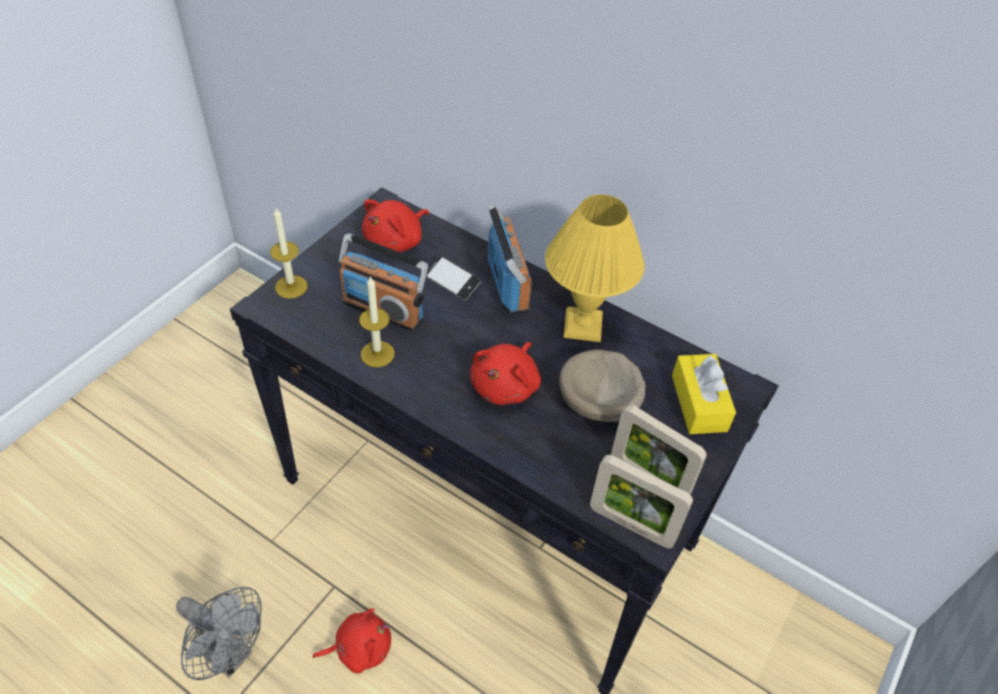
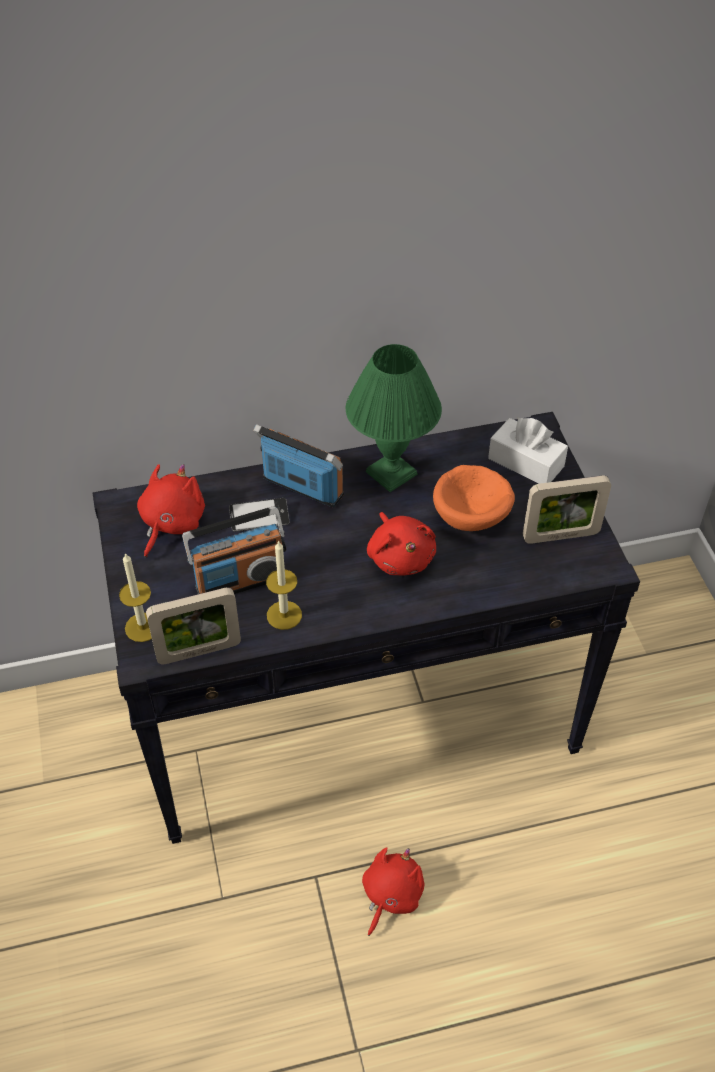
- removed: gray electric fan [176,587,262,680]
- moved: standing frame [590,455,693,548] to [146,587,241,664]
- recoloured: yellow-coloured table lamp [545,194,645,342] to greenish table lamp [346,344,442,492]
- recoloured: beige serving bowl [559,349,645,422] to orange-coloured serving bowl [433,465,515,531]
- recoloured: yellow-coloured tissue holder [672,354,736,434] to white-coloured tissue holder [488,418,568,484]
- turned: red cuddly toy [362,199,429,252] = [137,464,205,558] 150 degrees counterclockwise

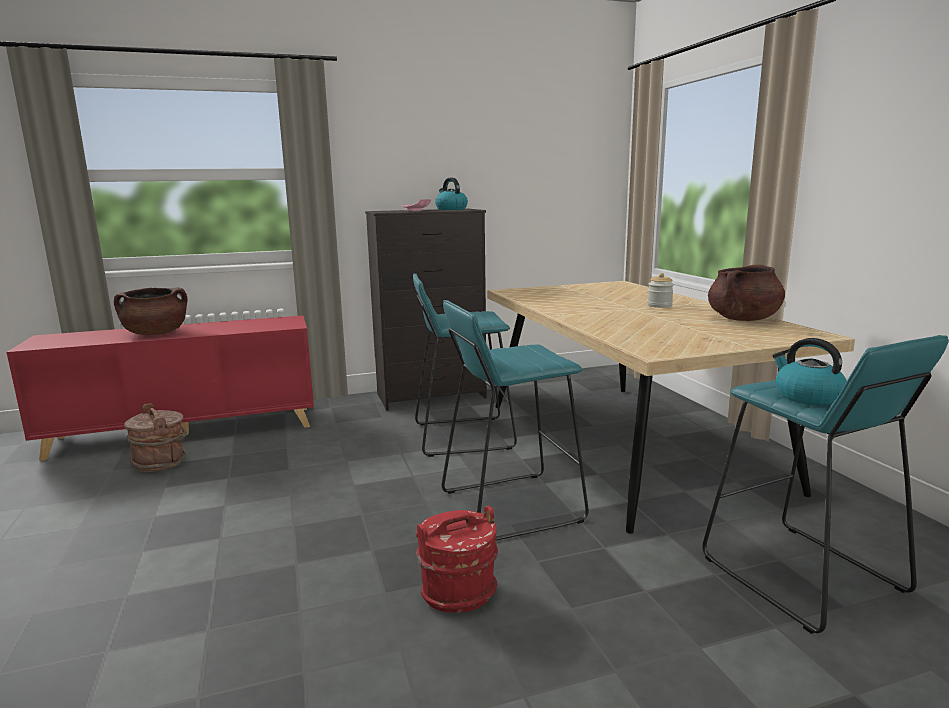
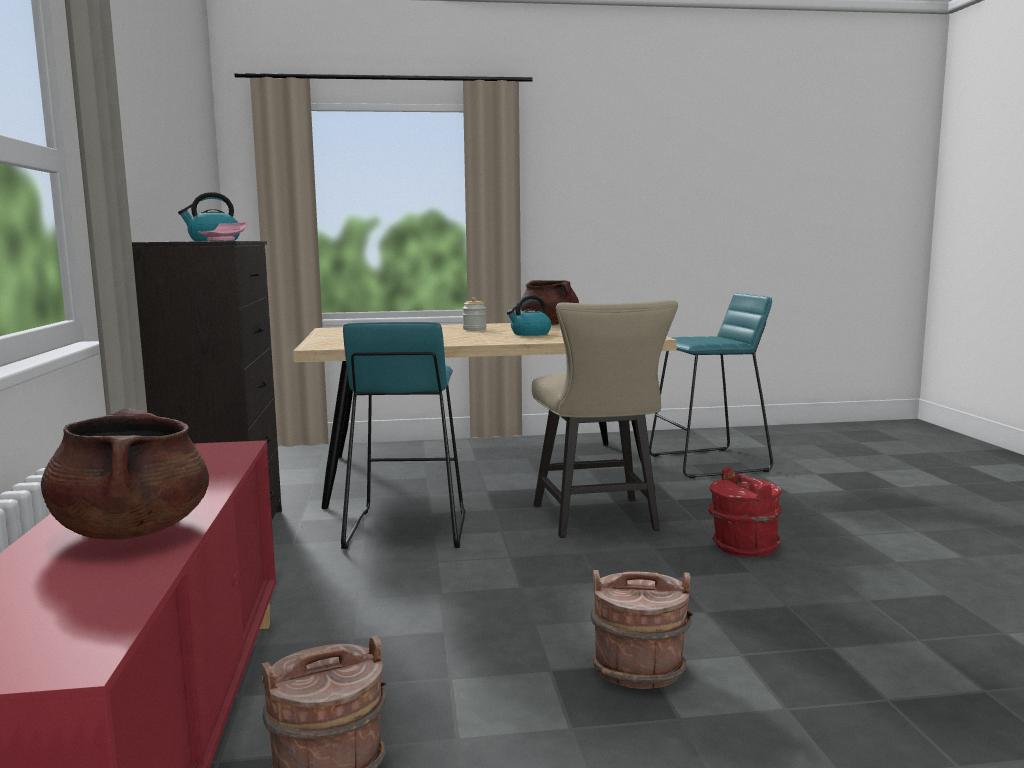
- added: brown-coloured bucket [590,570,693,689]
- moved: kettle [772,338,847,405] to [507,295,551,336]
- replaced: blue-green sitting stool [442,300,589,541] to beige chair [532,300,678,538]

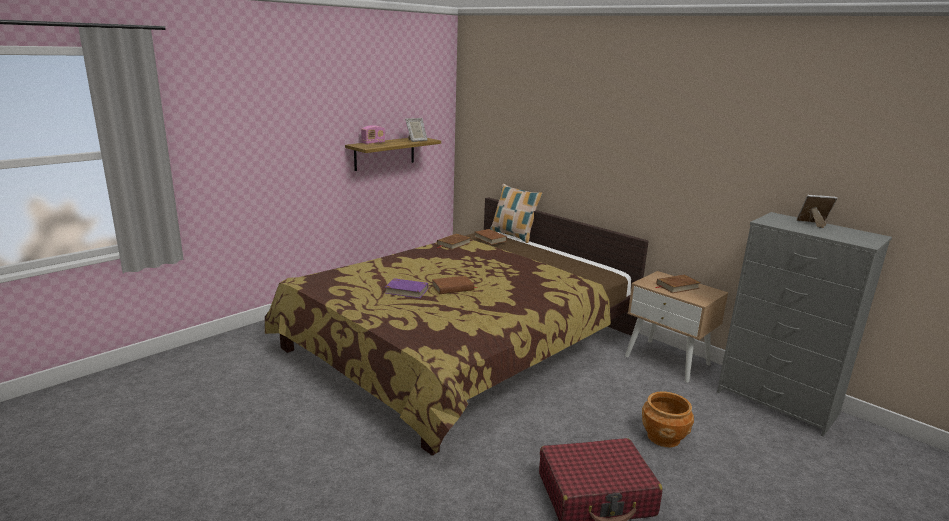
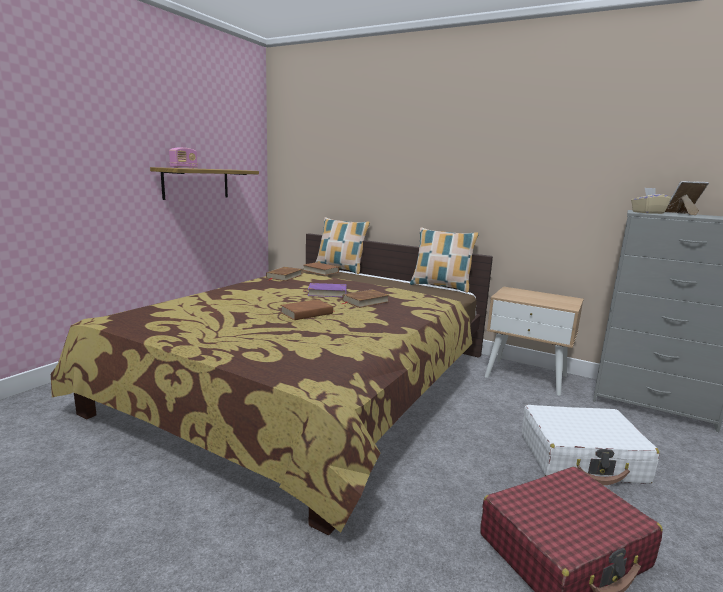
- removed: standing frame [405,118,428,142]
- added: pillow [410,227,479,293]
- added: beige tissue holder [631,188,671,214]
- moved: purplish book [385,278,428,298] to [308,283,347,297]
- moved: brown-coloured book [655,275,701,293] to [342,289,389,308]
- replaced: brown-coloured flower pot [642,391,694,447] to white-coloured travel case [522,405,659,485]

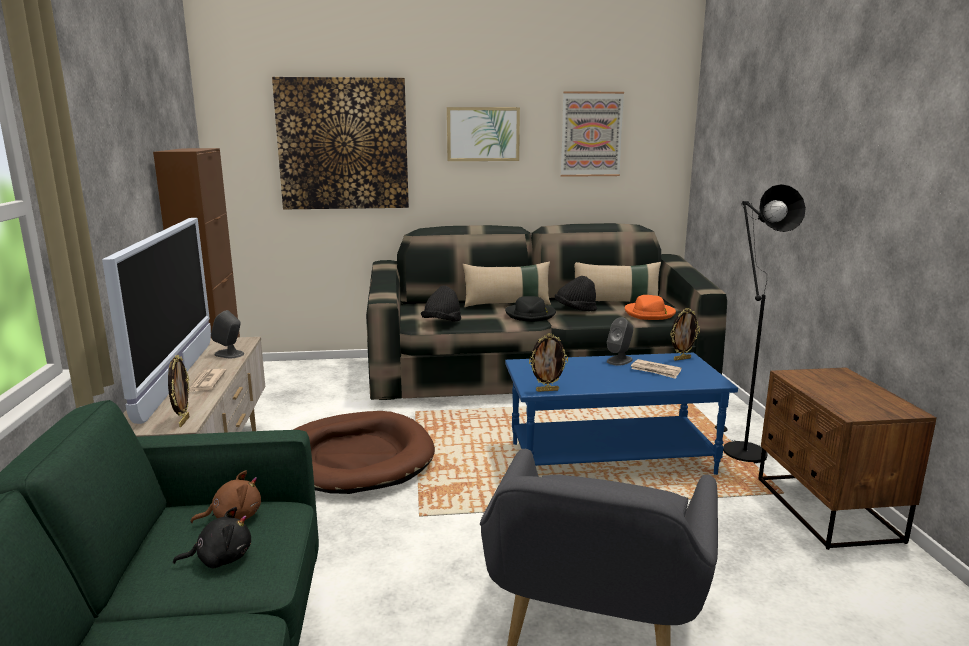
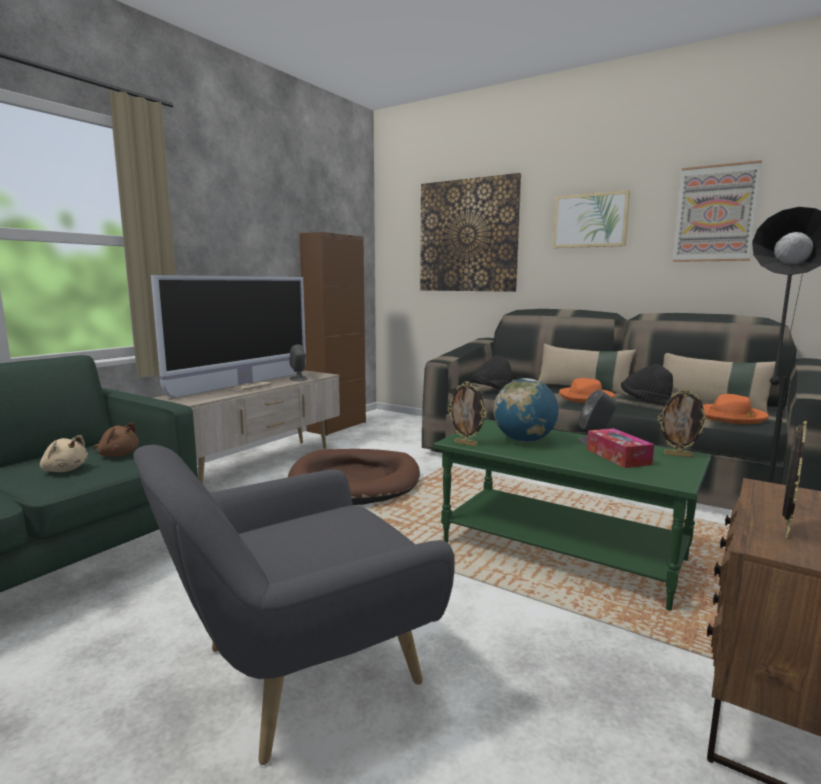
- added: world globe [494,378,559,442]
- moved: standing frame [168,355,189,427] to [782,421,807,539]
- replaced: printed paper [631,359,682,379] to tissue holder [587,428,654,468]
- recoloured: black-coloured cuddly toy [173,507,251,568] to beige cuddly toy [40,435,88,472]
- recoloured: black-coloured wearable hat [505,296,556,322] to orange-coloured wearable hat [559,378,615,403]
- recoloured: bluish lounge table [505,353,738,475] to greenish lounge table [433,419,711,611]

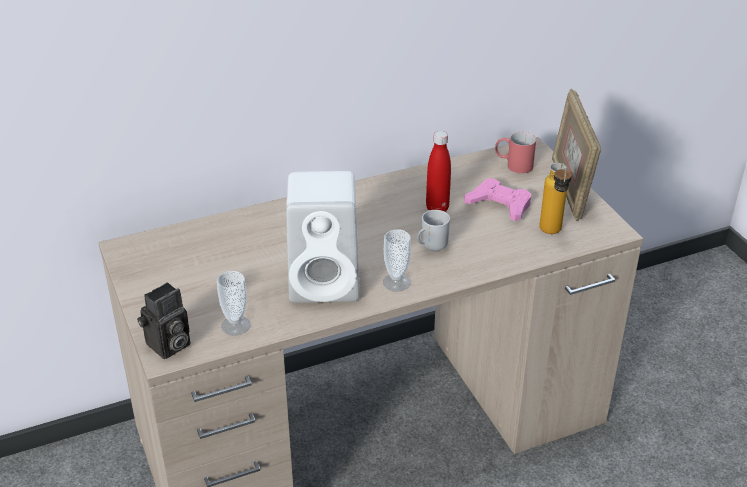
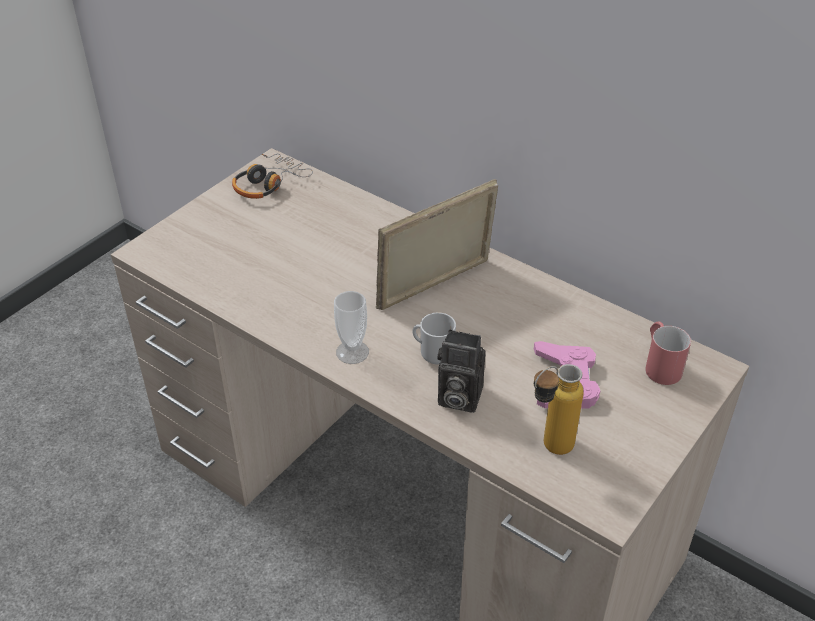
- removed: small cup [217,271,250,336]
- removed: white-coloured audio speaker [286,171,360,303]
- removed: red drink bottle [426,131,451,212]
- added: headphones [232,153,313,199]
- moved: photo camera [137,282,190,359] to [438,329,486,413]
- moved: standing frame [552,89,601,221] to [376,179,498,310]

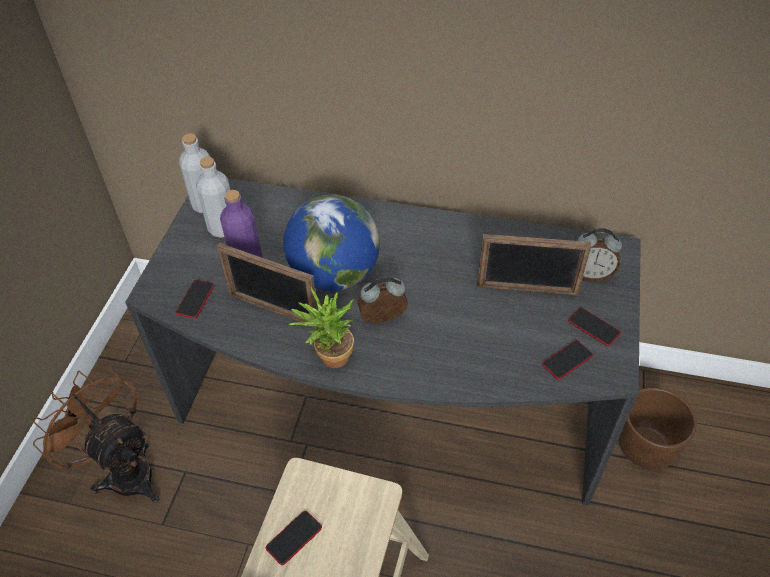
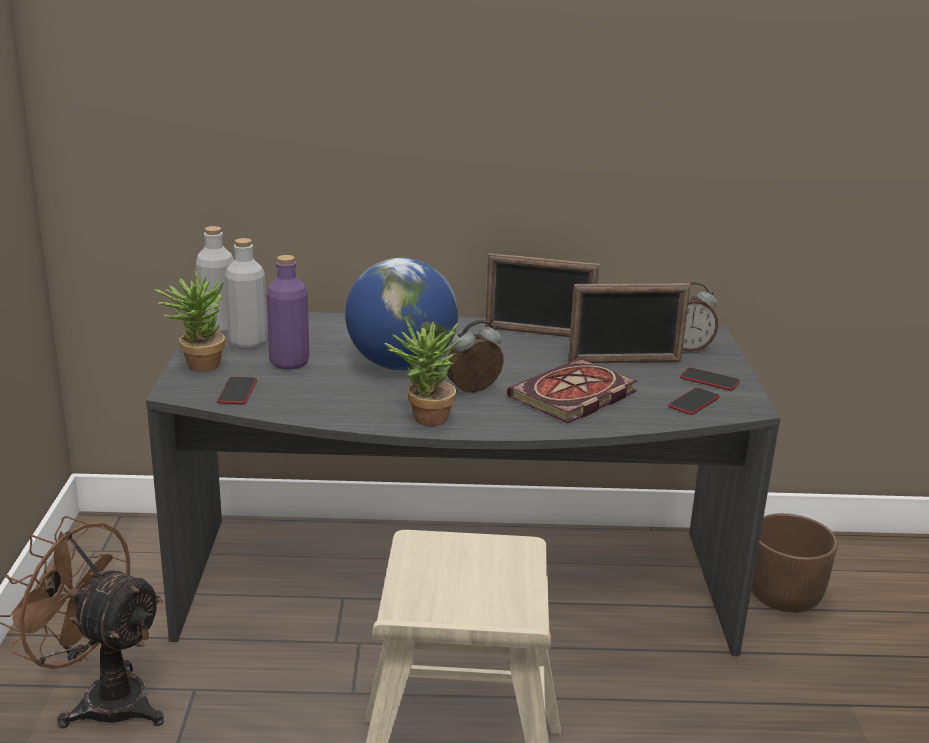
- removed: handset [266,511,322,565]
- added: plant in a pot [154,268,225,372]
- added: book [507,358,638,423]
- moved: standing frame [217,243,318,327] to [485,253,600,337]

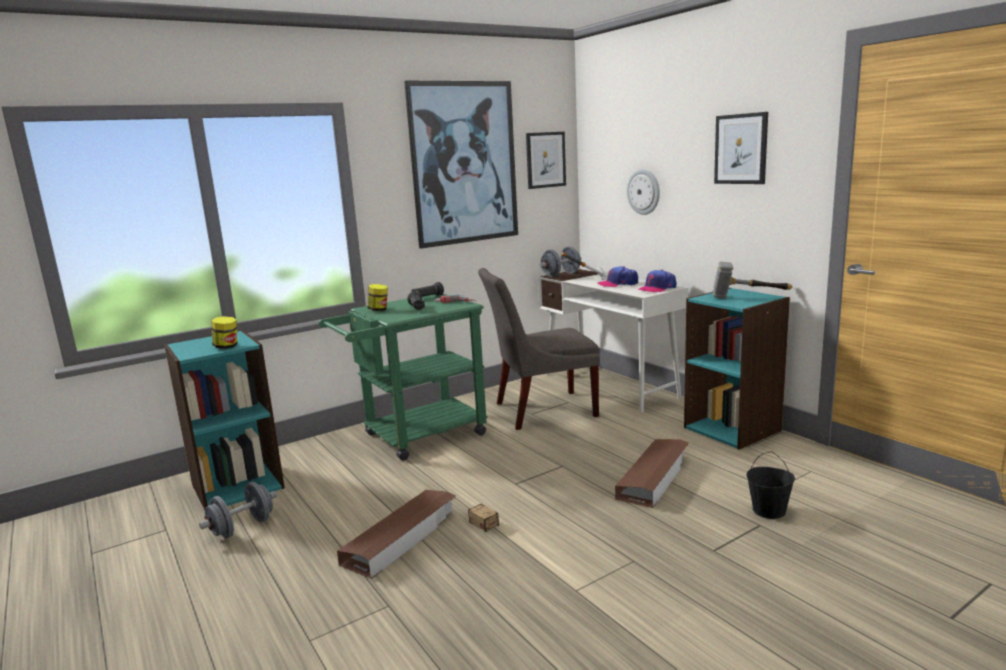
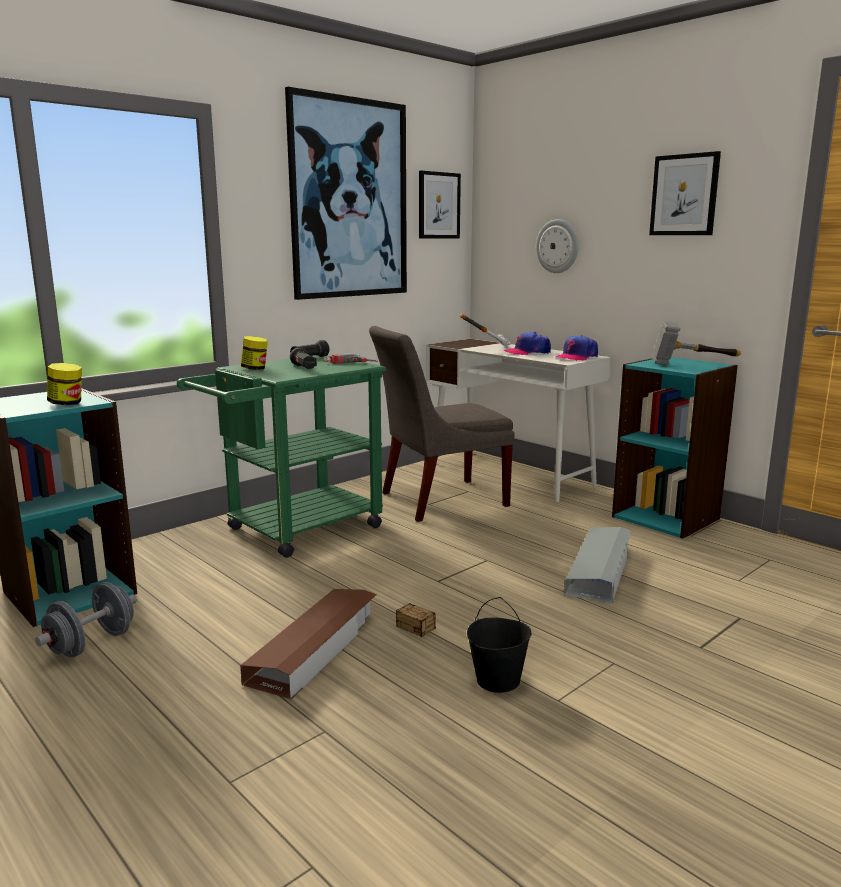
- removed: gray free weight [539,246,582,277]
- moved: black-coloured bucket [747,451,795,519] to [467,597,531,693]
- recoloured: brown-coloured storage box [615,439,689,508] to gray storage box [565,527,632,603]

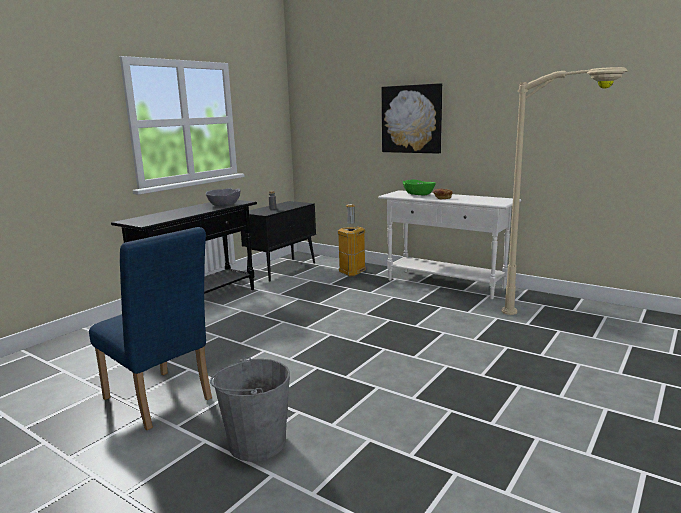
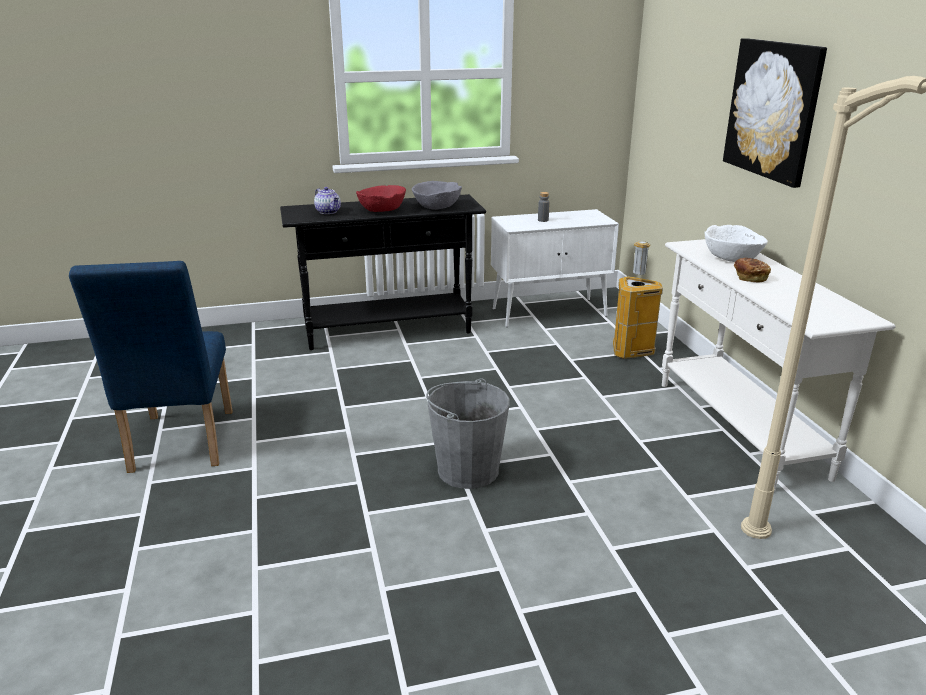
- added: tea pot [314,187,341,214]
- added: red serving bowl [356,185,406,212]
- moved: gray bucket [210,356,290,462] to [426,378,510,489]
- recoloured: black-coloured storage cabinet [241,201,316,282] to white-coloured storage cabinet [491,209,619,327]
- recoloured: greenish serving bowl [403,179,436,195] to white-coloured serving bowl [704,225,768,262]

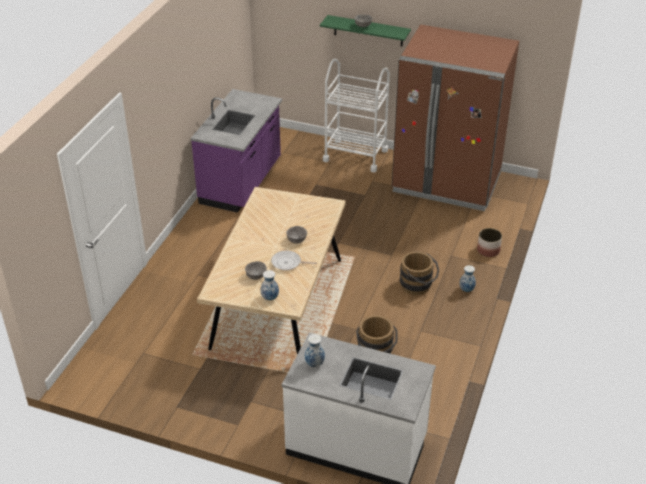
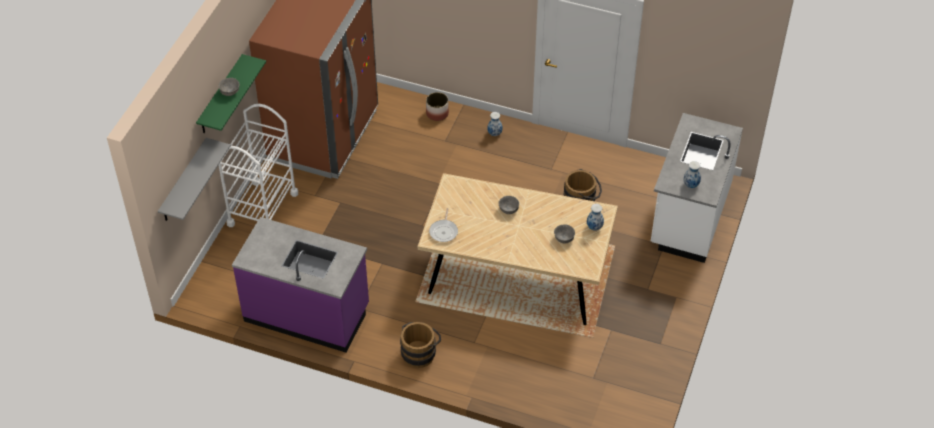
- added: gray shelf [158,138,231,221]
- moved: frying pan [271,251,317,271] to [429,208,458,242]
- moved: brown-coloured bucket [400,252,439,295] to [400,322,441,368]

